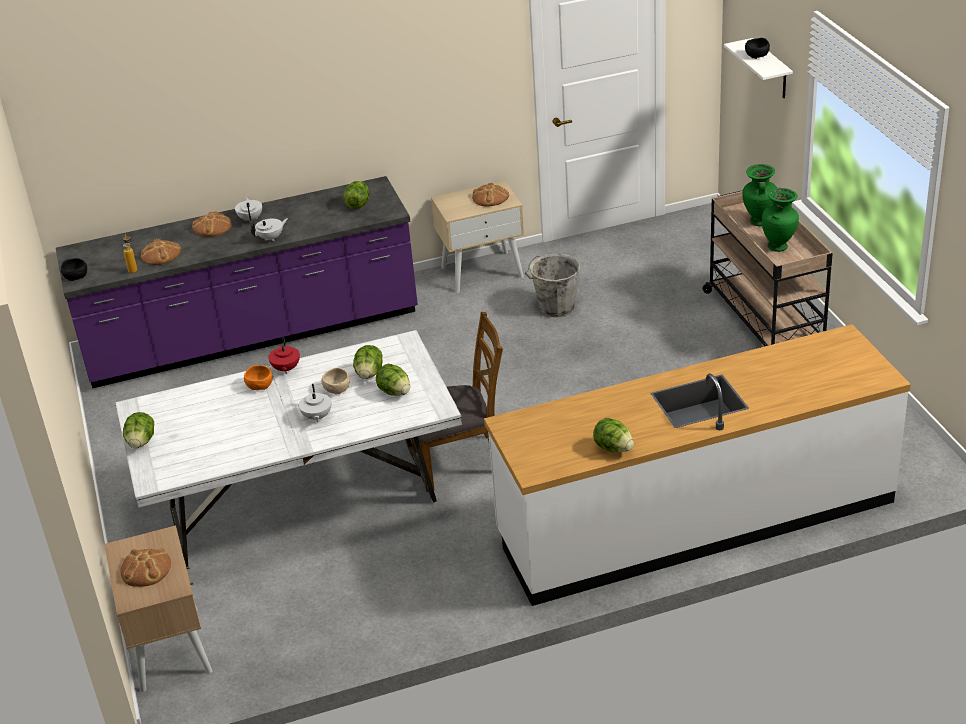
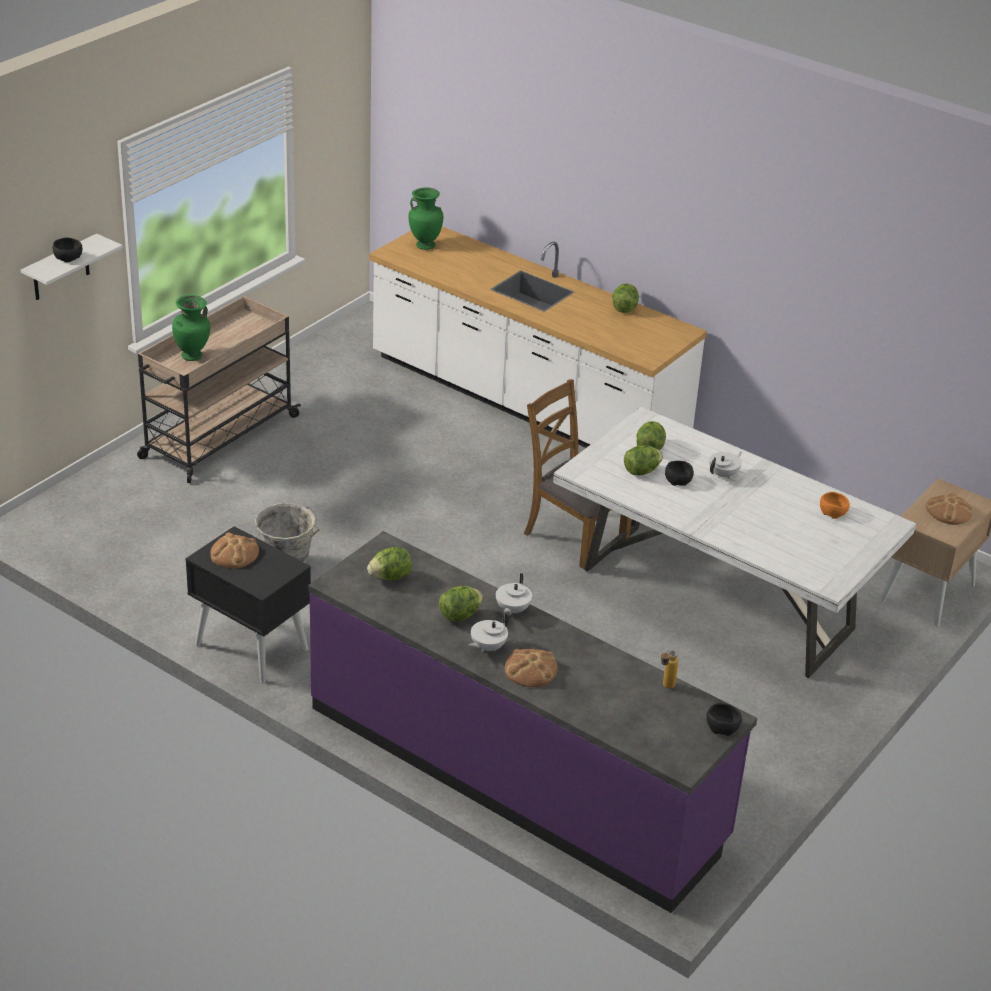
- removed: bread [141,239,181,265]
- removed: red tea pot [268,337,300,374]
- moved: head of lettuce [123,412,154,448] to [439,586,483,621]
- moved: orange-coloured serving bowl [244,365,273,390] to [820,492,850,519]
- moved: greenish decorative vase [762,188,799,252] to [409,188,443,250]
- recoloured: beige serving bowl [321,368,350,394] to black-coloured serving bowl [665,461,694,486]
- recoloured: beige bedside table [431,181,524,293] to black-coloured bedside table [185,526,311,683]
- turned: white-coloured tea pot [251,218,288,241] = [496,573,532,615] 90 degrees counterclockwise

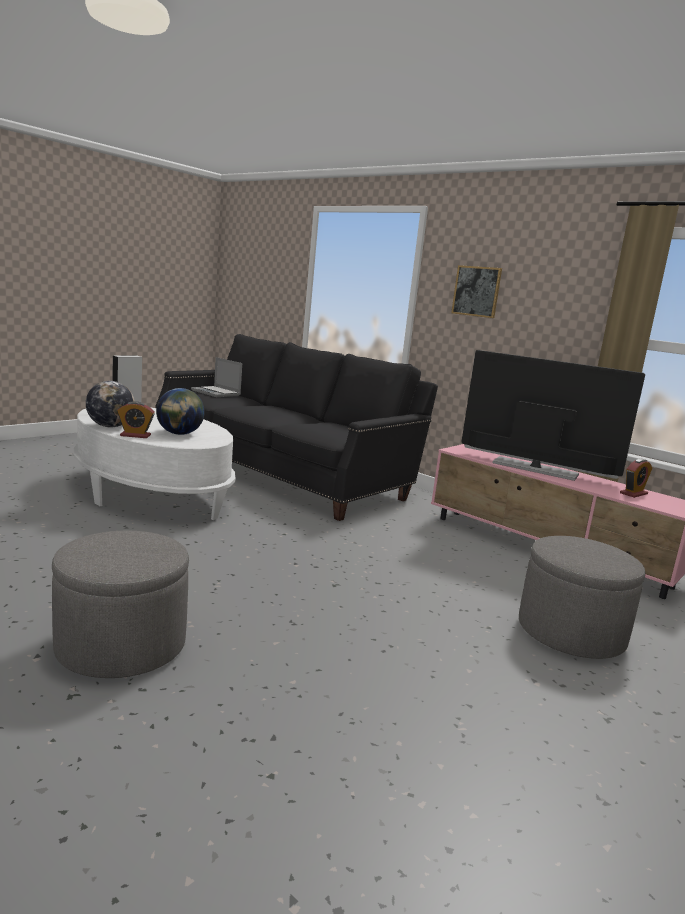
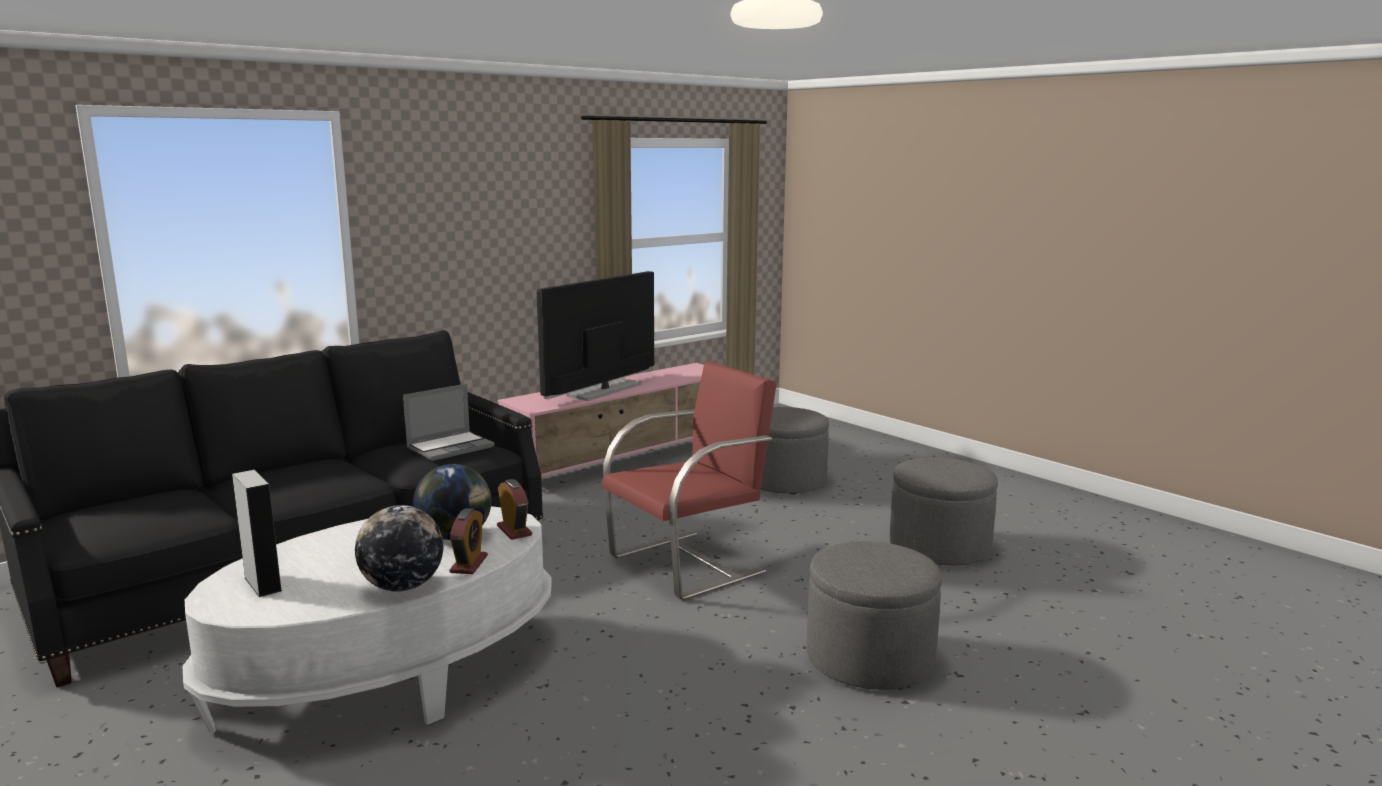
- removed: wall art [451,265,502,318]
- added: red armchair [602,361,777,600]
- added: gray ottoman [890,457,998,565]
- moved: notebook computer [191,357,242,397] to [403,384,494,461]
- moved: alarm clock [620,458,652,498] to [497,479,532,540]

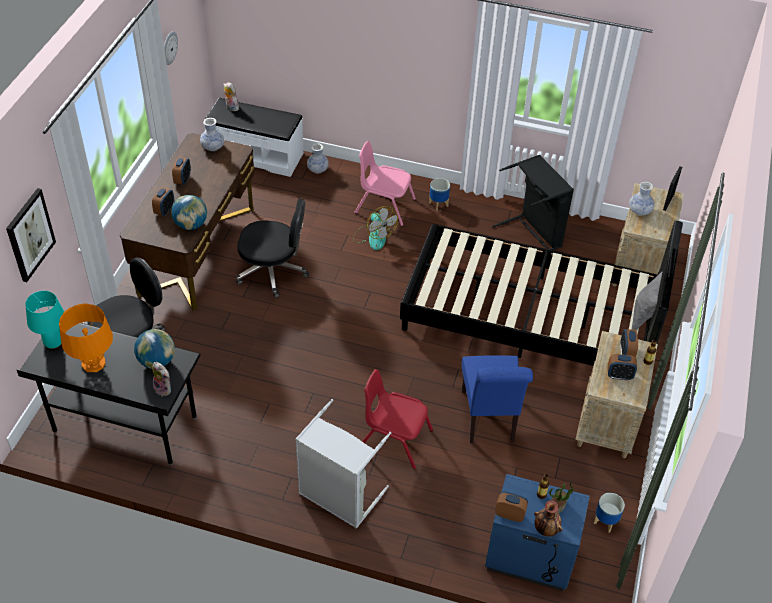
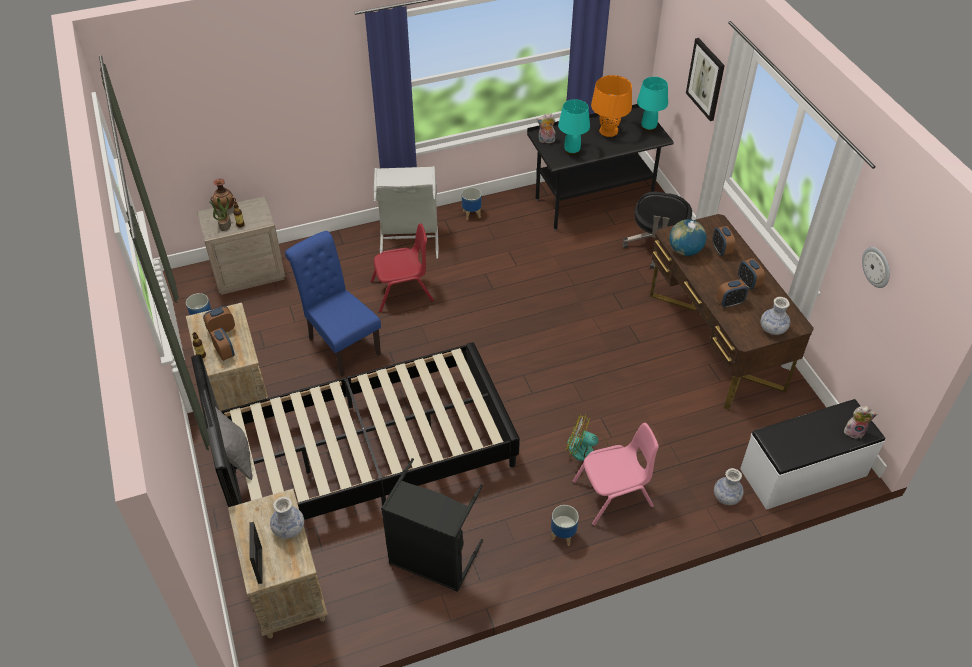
- removed: black-coloured desk chair [236,198,309,298]
- added: flower pot [462,187,482,220]
- moved: alarm clock [495,491,528,522] to [717,279,748,308]
- replaced: world globe [134,329,175,369] to blue-green table lamp [558,99,590,156]
- recoloured: bluish bedside table [485,474,590,592] to beige bedside table [197,196,286,295]

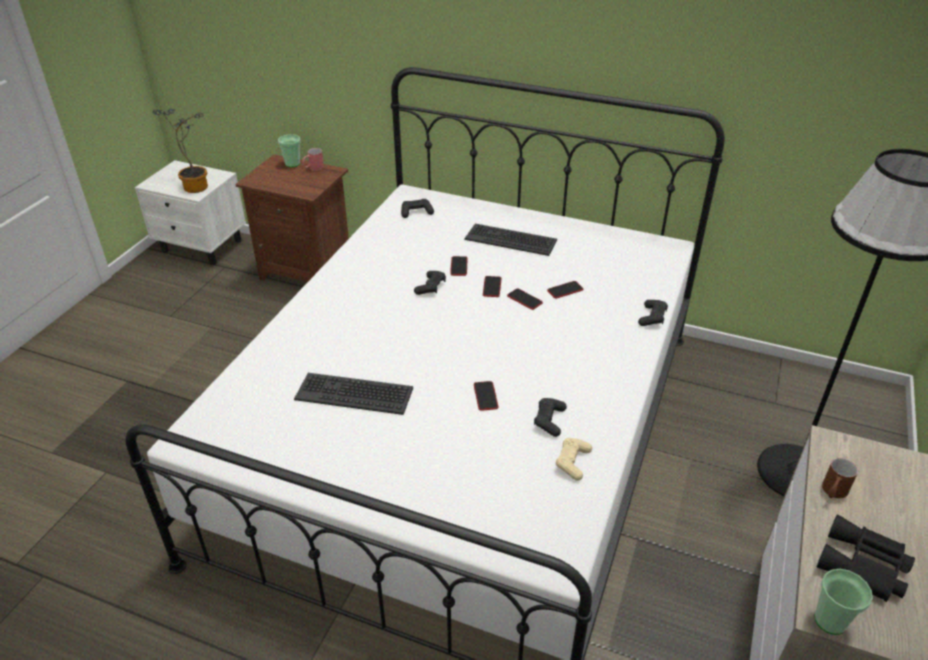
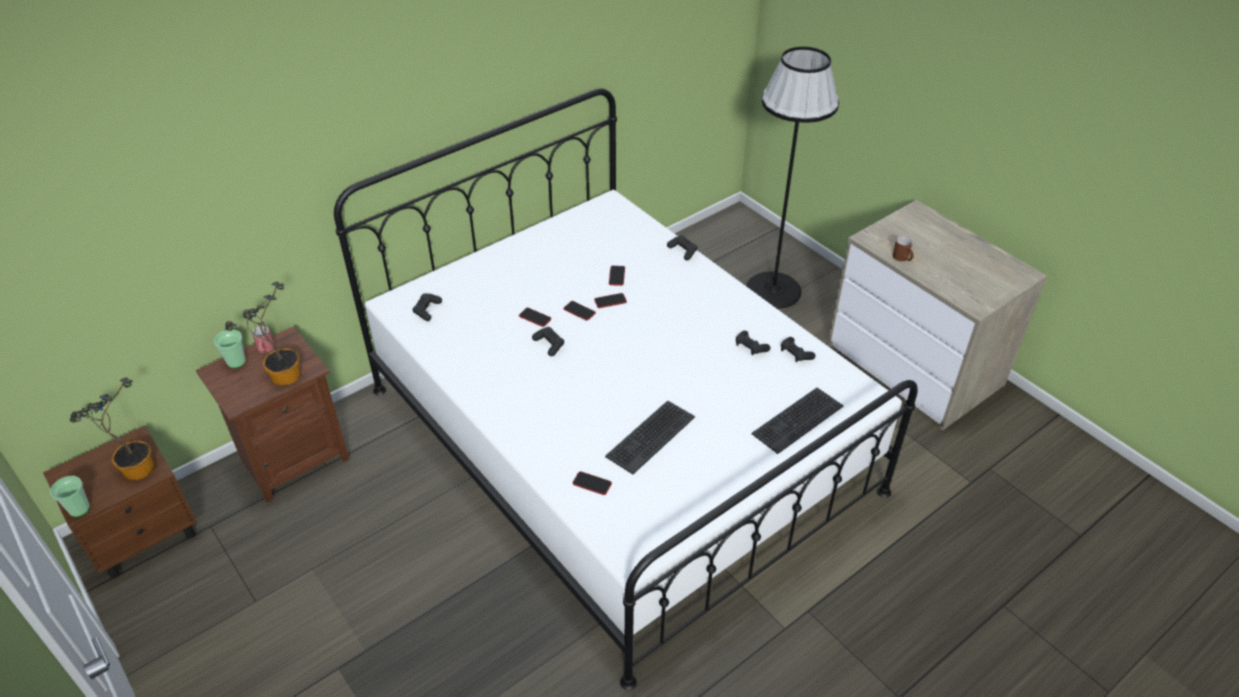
- removed: black-coloured field glasses [817,515,915,602]
- added: plant in a pot [225,282,301,386]
- moved: computer keyboard [464,224,557,256] to [752,388,843,454]
- moved: handset [474,381,498,411] to [573,471,612,495]
- moved: small cup [814,569,873,635] to [50,476,90,517]
- recoloured: white-coloured bedside table [135,160,246,265] to brown-coloured bedside table [43,425,197,579]
- recoloured: beige gamepad [556,438,592,481] to black-coloured gamepad [781,337,815,362]

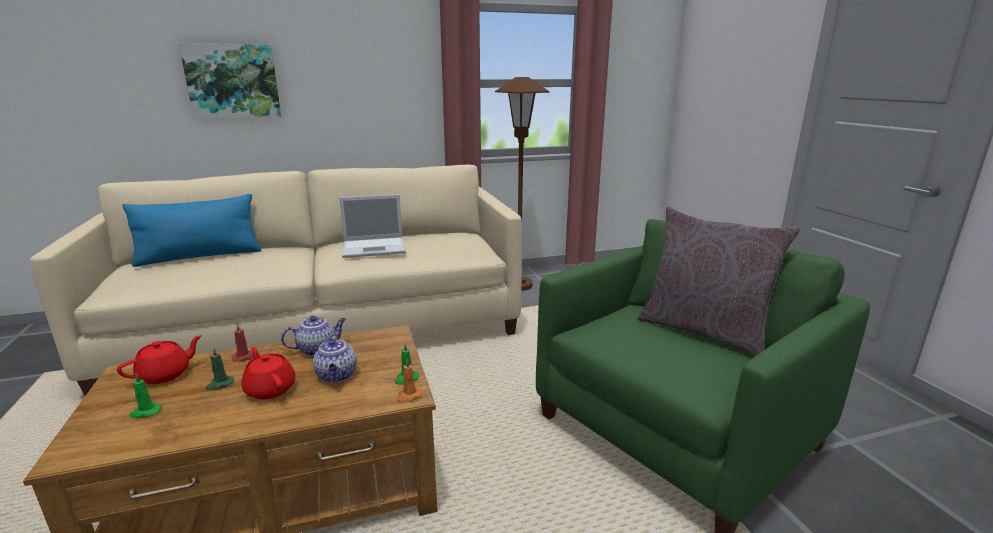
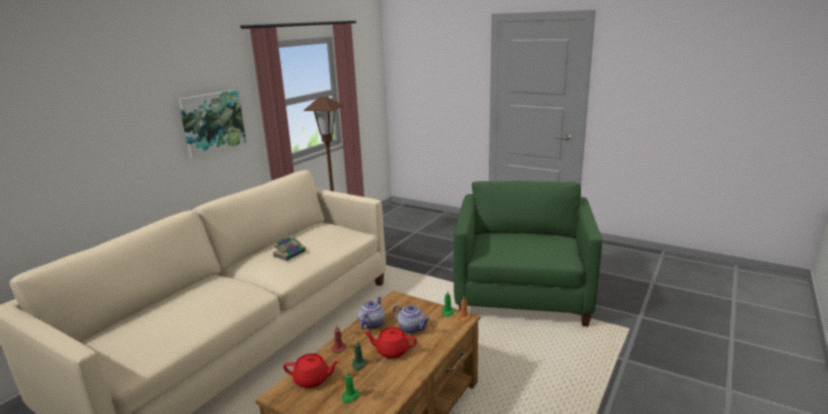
- removed: bluish pillow [122,194,261,267]
- removed: gray pillow [638,207,800,356]
- moved: wall art [179,43,281,119] to [178,89,246,158]
- replaced: notebook computer [339,194,406,258] to book [272,235,306,261]
- turned: red tea pot [117,335,202,384] = [283,353,340,388] 90 degrees clockwise

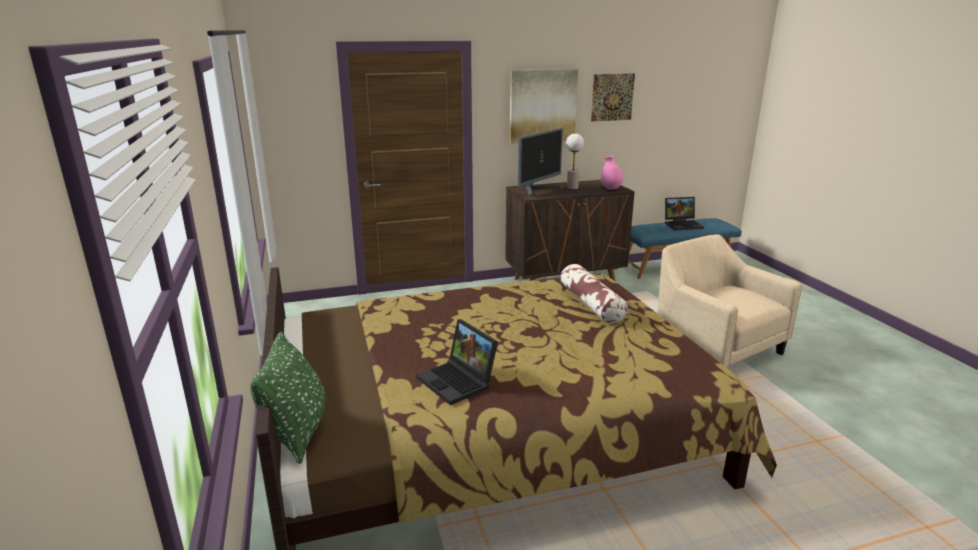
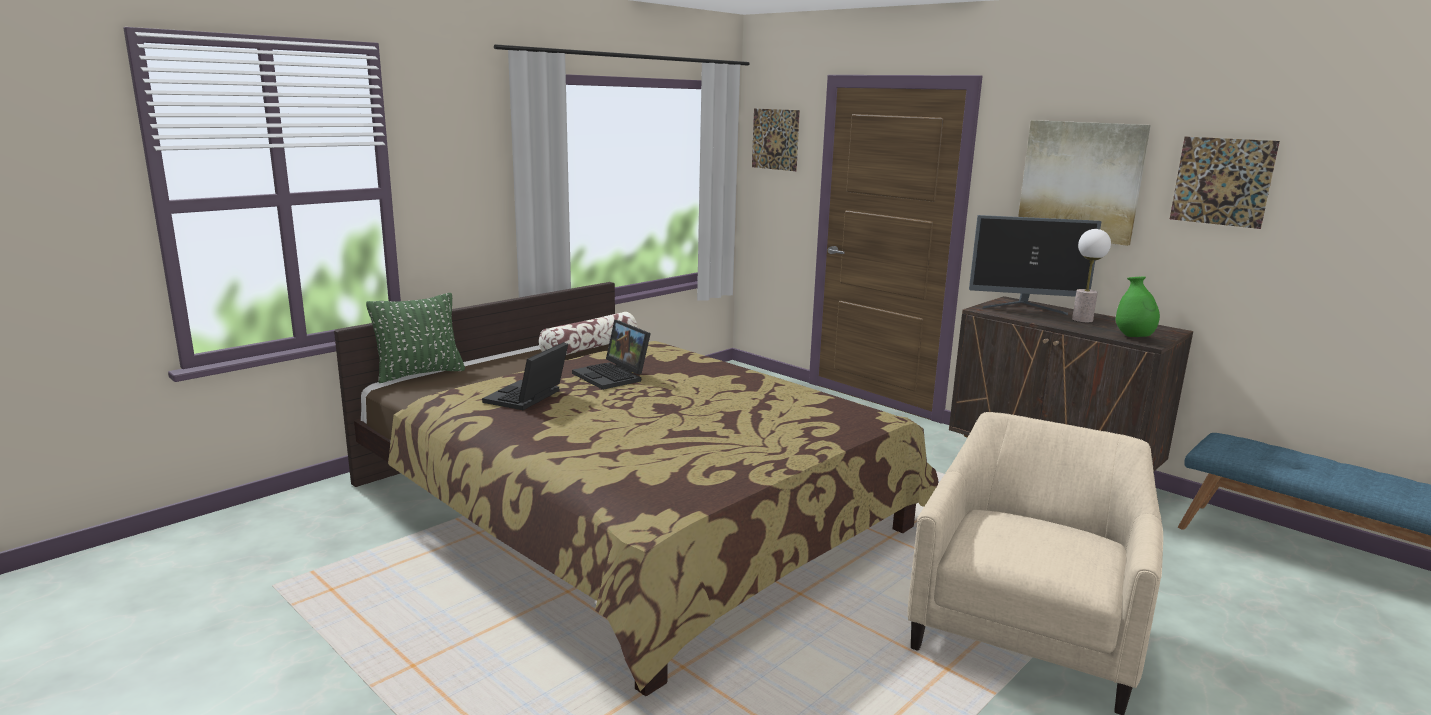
- added: wall art [752,108,800,171]
- moved: pillow [560,264,628,324] to [539,312,638,355]
- moved: notebook computer [665,197,704,230] to [572,320,651,390]
- recoloured: pink decorative vase [601,155,623,190] to greenish decorative vase [1116,276,1160,337]

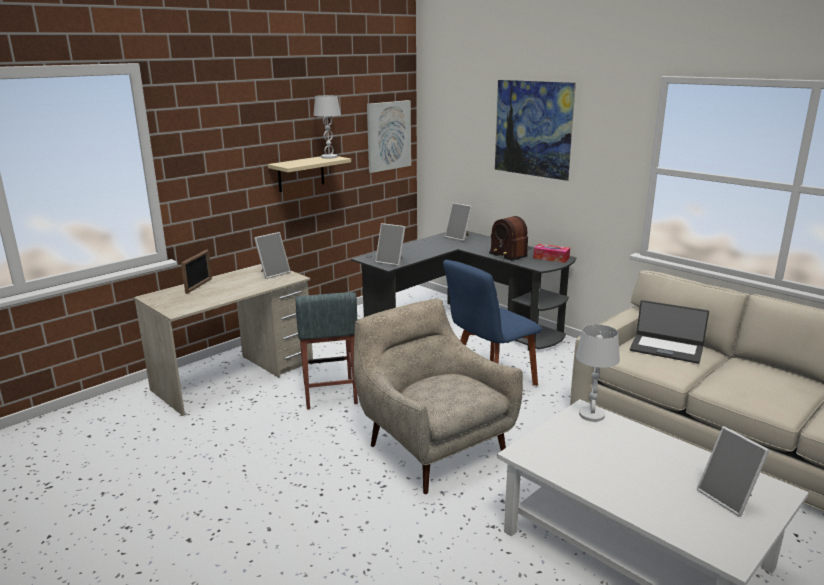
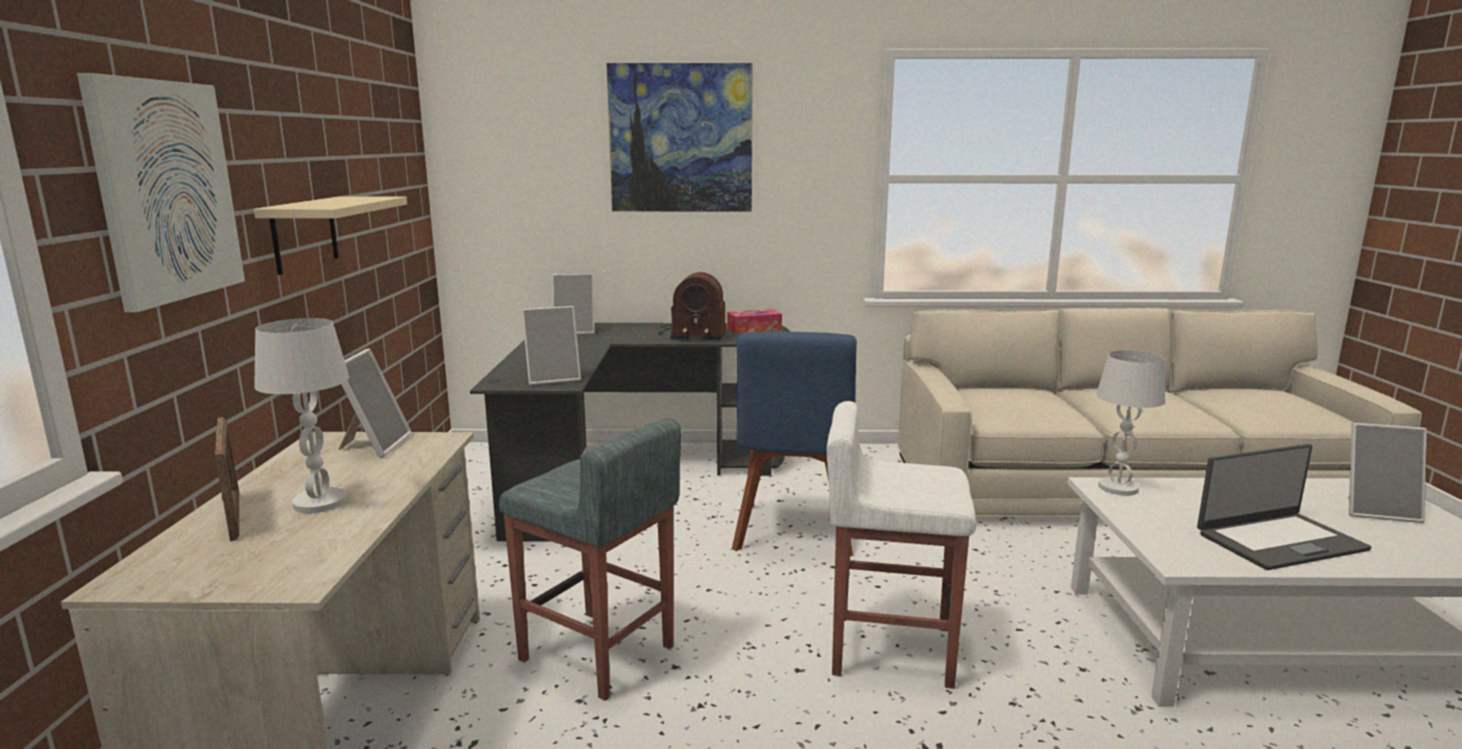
- moved: white-coloured table lamp [313,95,341,159] to [254,318,349,513]
- moved: wall art [367,100,411,173] to [77,73,245,312]
- moved: notebook computer [630,300,709,364] to [1197,444,1371,570]
- replaced: beige armchair [353,299,523,494] to white-coloured sitting stool [827,401,976,689]

